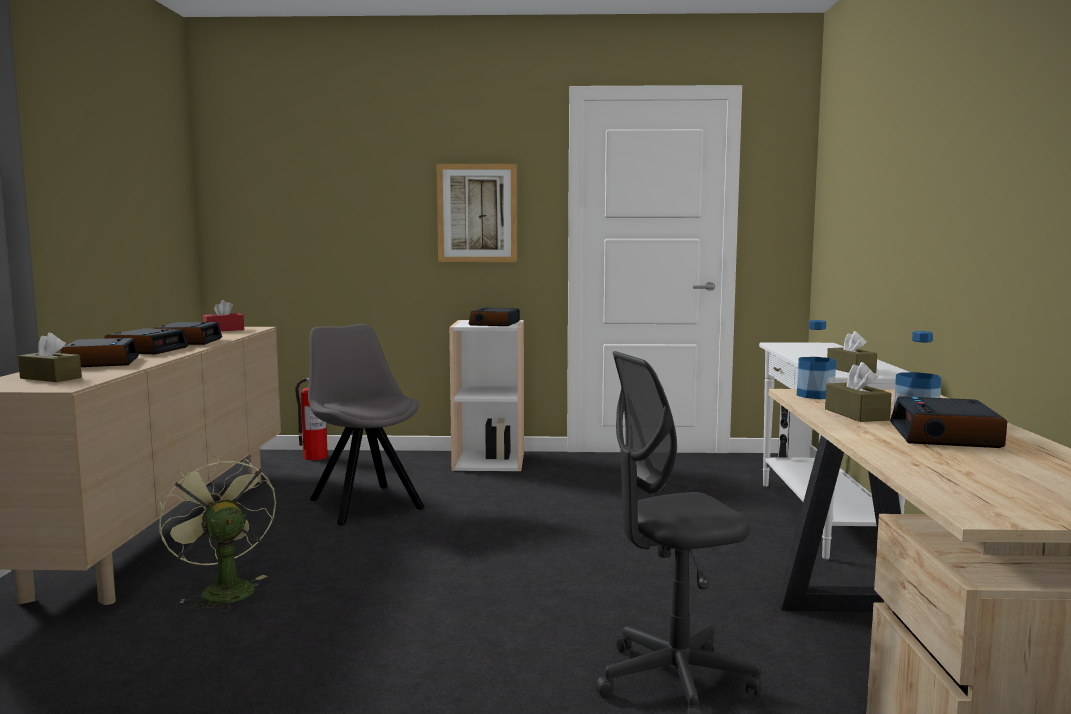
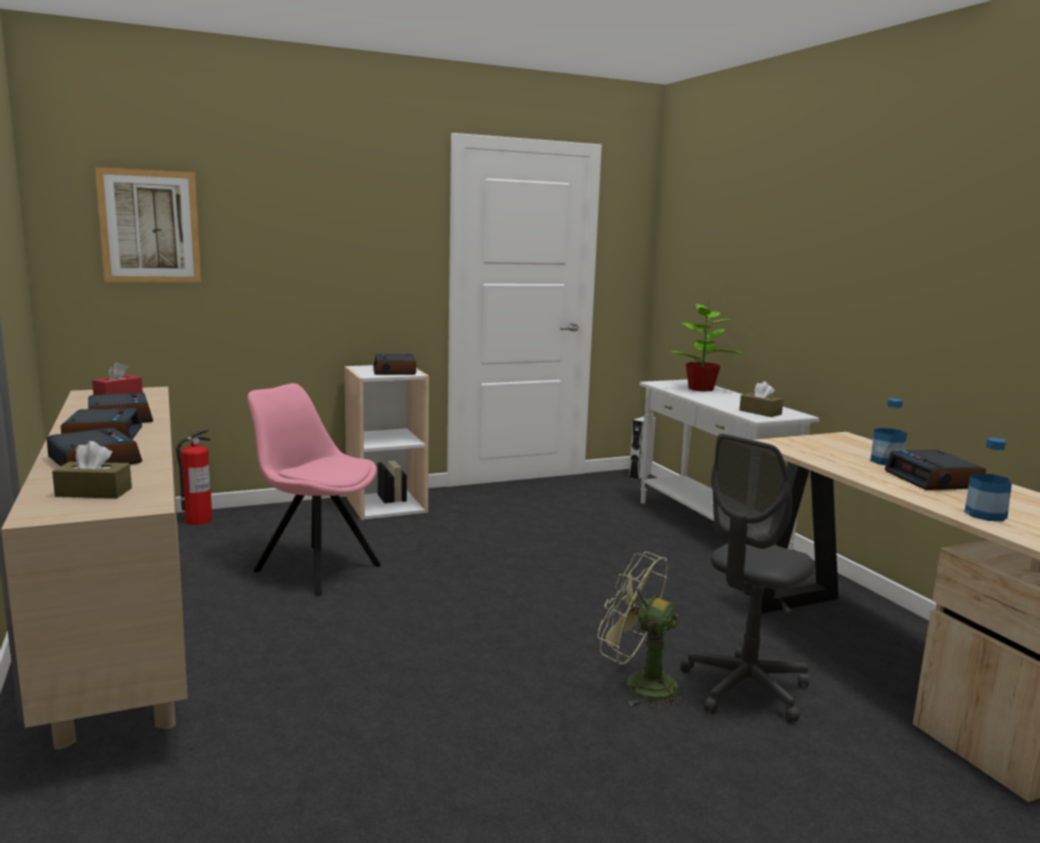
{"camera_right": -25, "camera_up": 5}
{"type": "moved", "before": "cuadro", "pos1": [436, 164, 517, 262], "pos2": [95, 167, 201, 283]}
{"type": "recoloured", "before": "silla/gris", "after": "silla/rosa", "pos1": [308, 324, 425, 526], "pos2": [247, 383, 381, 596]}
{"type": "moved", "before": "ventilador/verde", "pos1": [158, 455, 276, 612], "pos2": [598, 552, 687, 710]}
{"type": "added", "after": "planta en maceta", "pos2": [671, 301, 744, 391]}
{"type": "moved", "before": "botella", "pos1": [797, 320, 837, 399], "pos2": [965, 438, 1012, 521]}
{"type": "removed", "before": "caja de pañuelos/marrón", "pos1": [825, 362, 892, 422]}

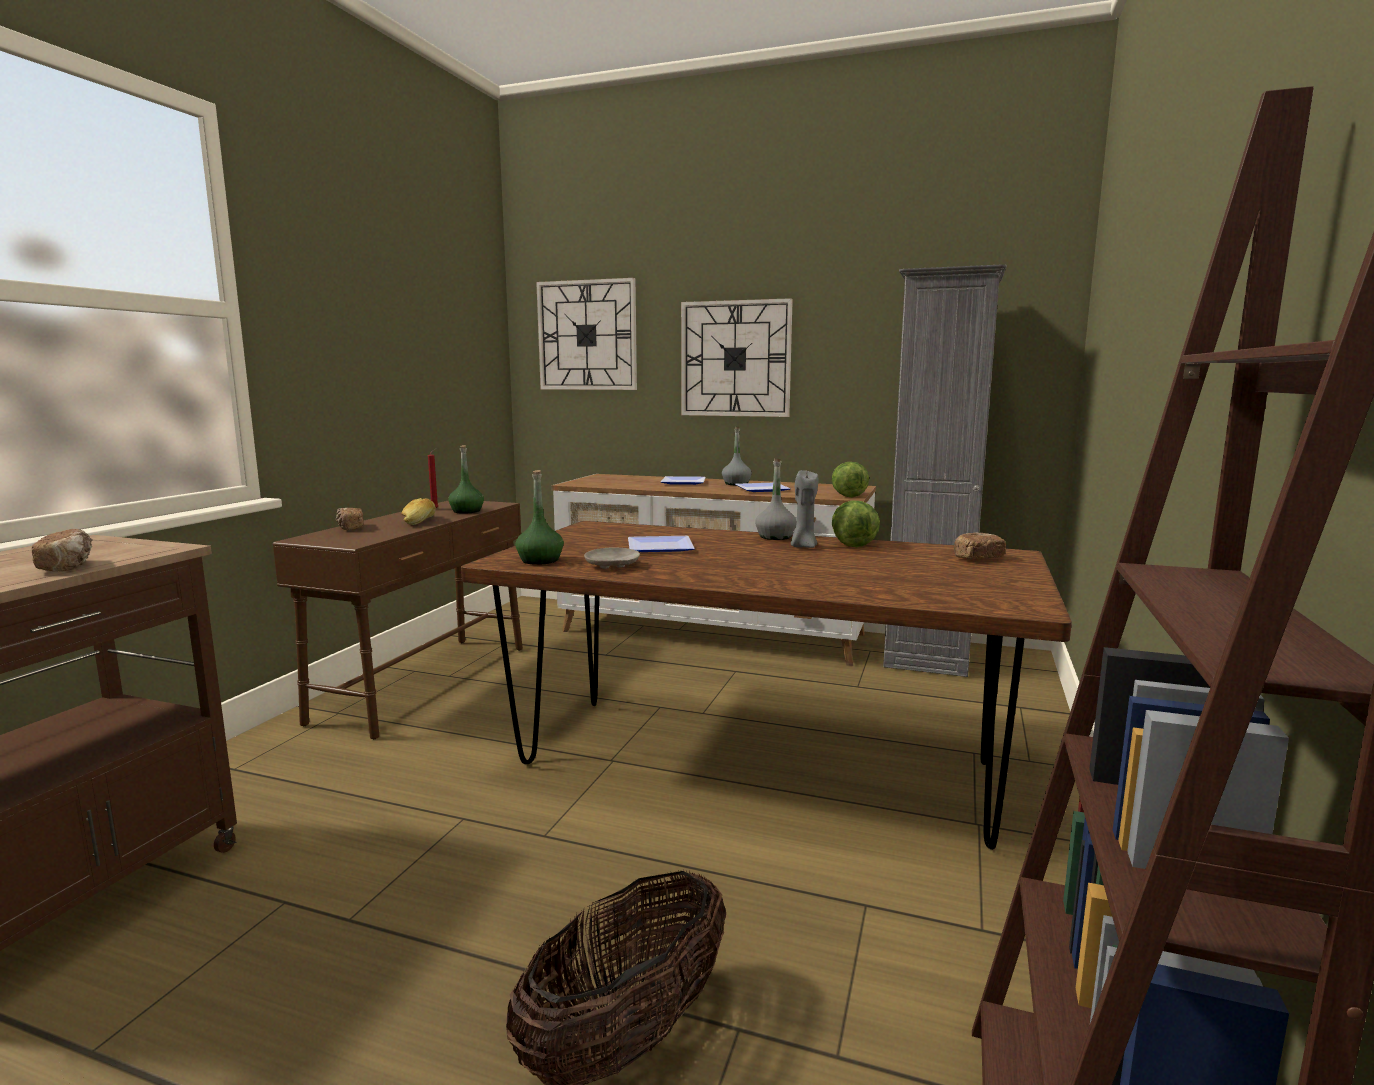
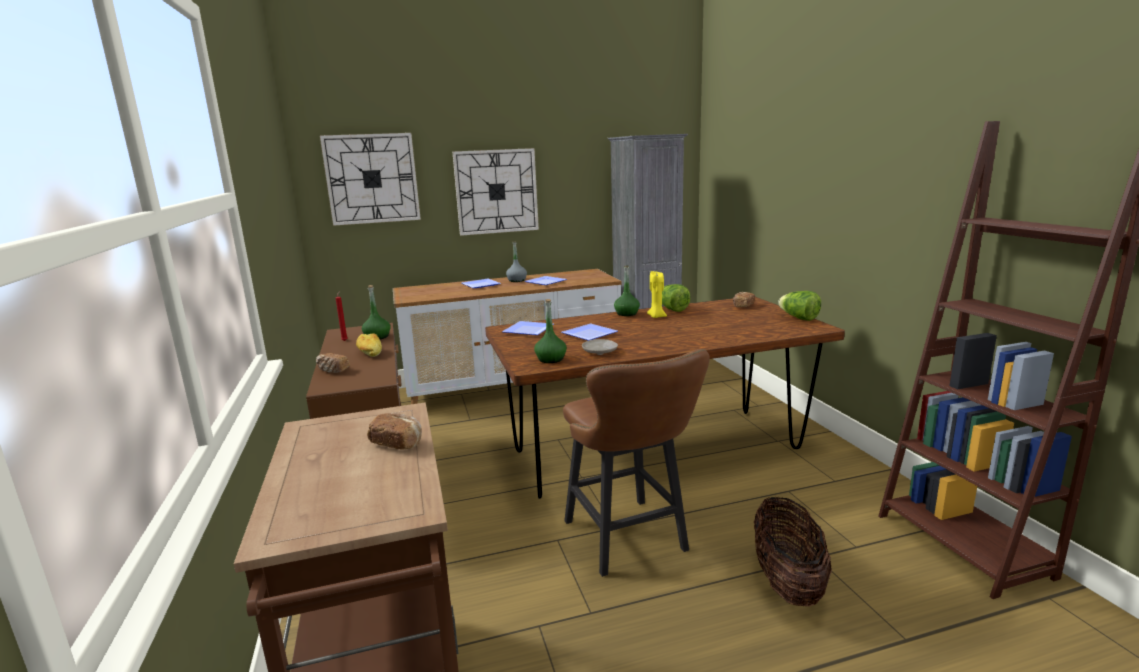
{"camera_right": -35, "camera_up": 5}
{"type": "added", "after": "plato", "pos2": [502, 321, 554, 335]}
{"type": "added", "after": "taburete/marrón", "pos2": [563, 349, 710, 577]}
{"type": "recoloured", "before": "botella/gris", "after": "botella/verde", "pos1": [755, 458, 797, 540], "pos2": [614, 266, 640, 316]}
{"type": "recoloured", "before": "vela/gris", "after": "vela/amarillo", "pos1": [791, 470, 818, 548], "pos2": [647, 271, 667, 318]}
{"type": "moved", "before": "lechuga", "pos1": [832, 462, 869, 497], "pos2": [778, 291, 821, 321]}

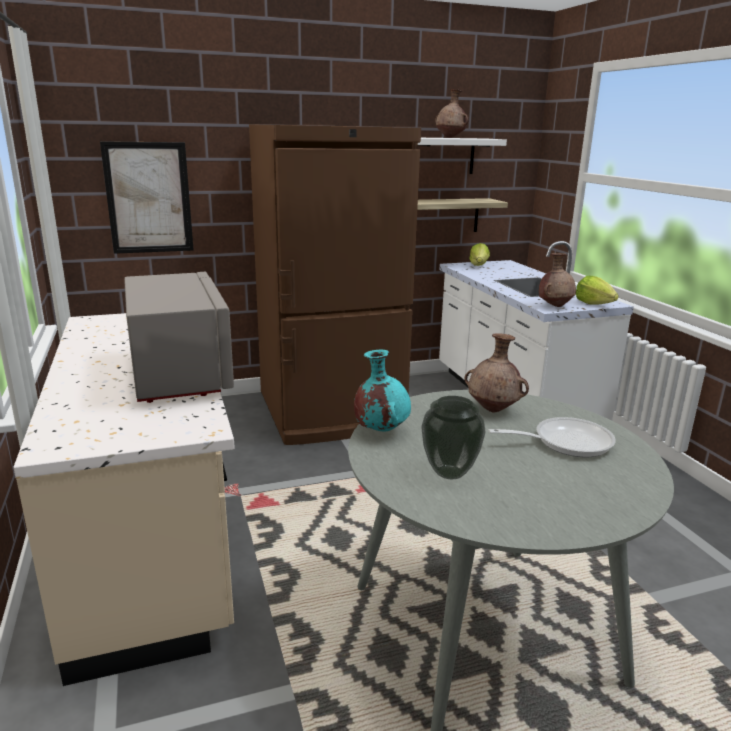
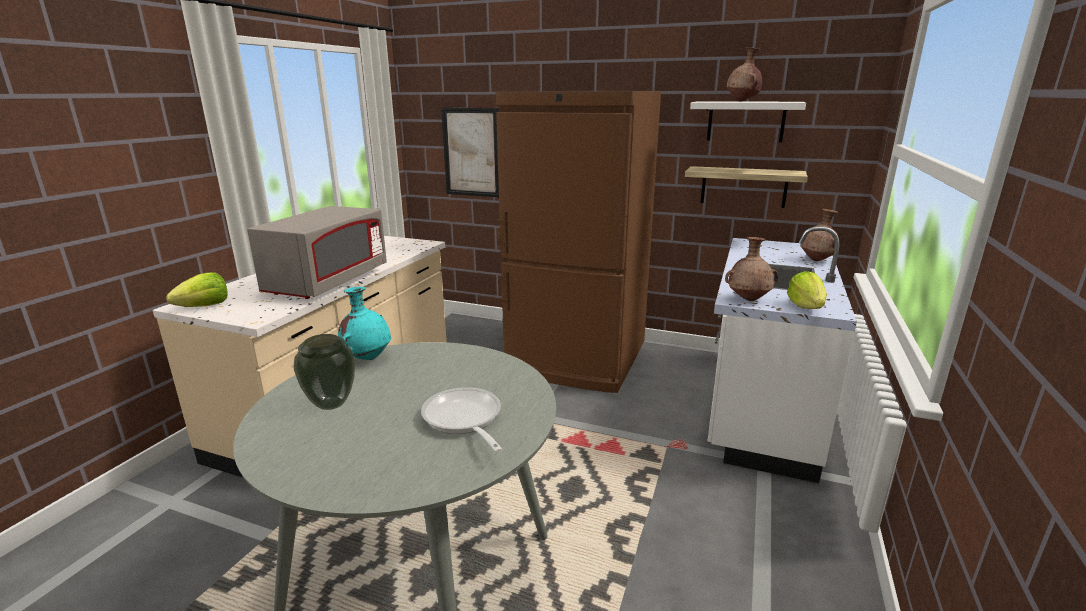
{"camera_right": 40, "camera_up": 0}
{"type": "moved", "before": "lechuga", "pos1": [469, 243, 490, 266], "pos2": [166, 272, 228, 307]}
{"type": "turned", "before": "sartén", "pos1": [488, 417, 616, 457], "pos2": [421, 387, 502, 452], "turn": -150}
{"type": "moved", "before": "florero/marrón", "pos1": [464, 334, 529, 412], "pos2": [801, 209, 840, 261]}

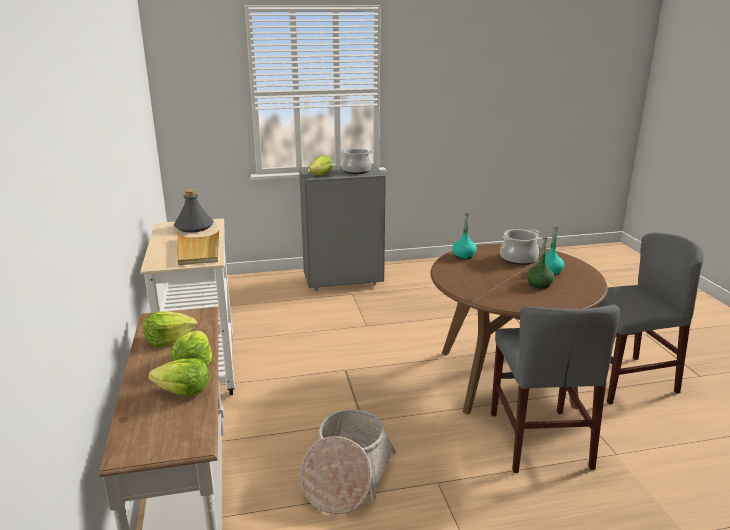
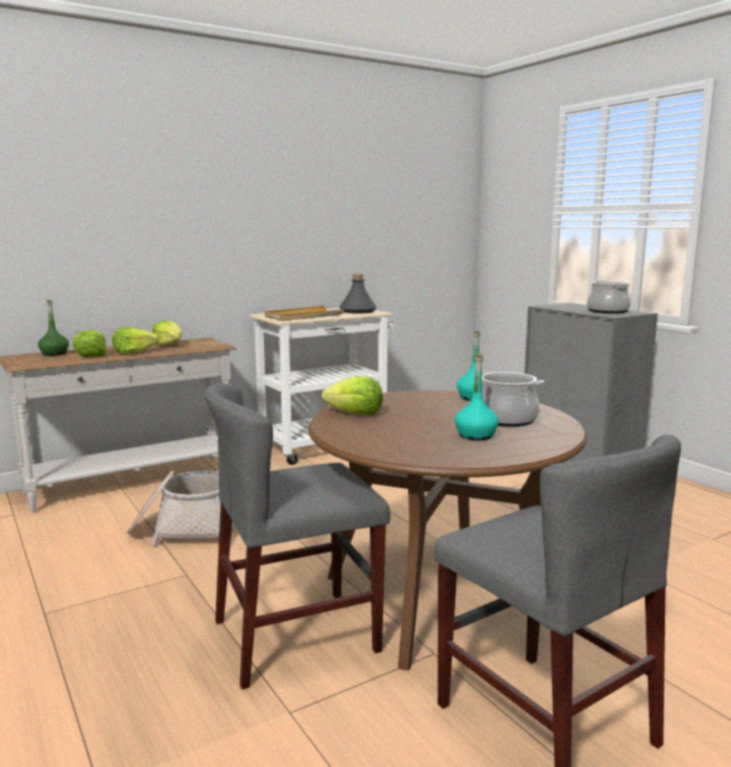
{"camera_right": 70, "camera_up": -10}
{"type": "moved", "before": "botella/verde", "pos1": [527, 237, 554, 289], "pos2": [38, 300, 69, 356]}
{"type": "moved", "before": "lechuga", "pos1": [307, 155, 332, 175], "pos2": [322, 376, 383, 415]}

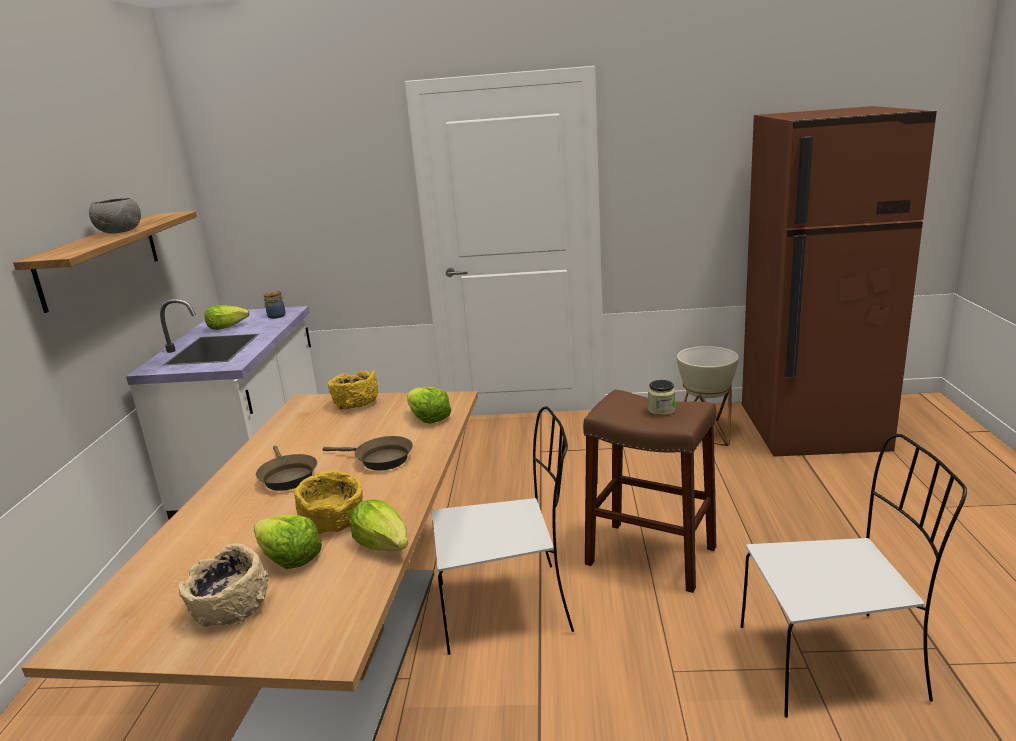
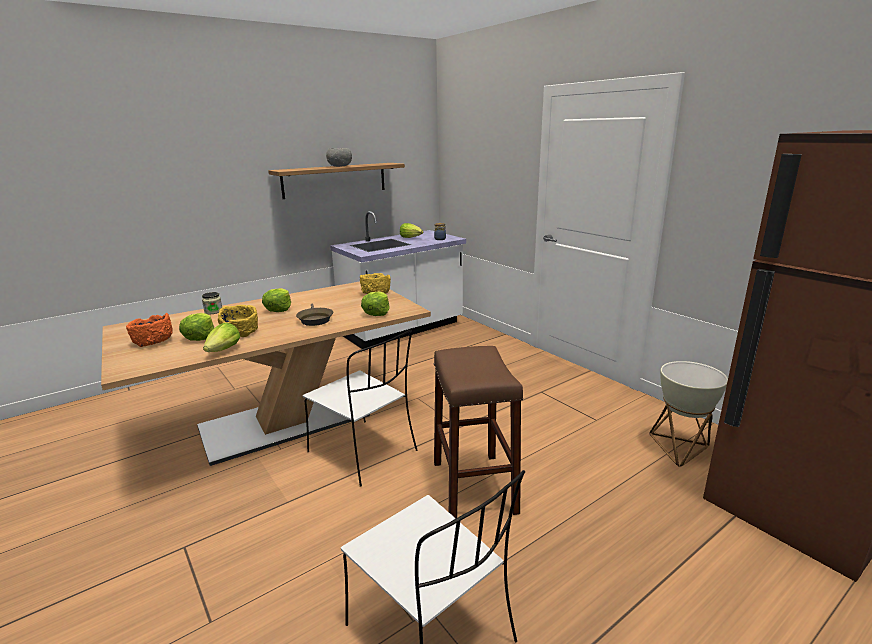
{"camera_right": 50, "camera_up": 0}
{"type": "recoloured", "before": "cuenco/beis", "after": "cuenco/naranja", "pos1": [178, 543, 270, 627], "pos2": [126, 313, 172, 347]}
{"type": "moved", "before": "tarro", "pos1": [648, 380, 675, 415], "pos2": [202, 292, 222, 314]}
{"type": "replaced", "before": "sartén/marrón", "after": "lechuga", "pos1": [256, 446, 317, 491], "pos2": [262, 288, 291, 312]}

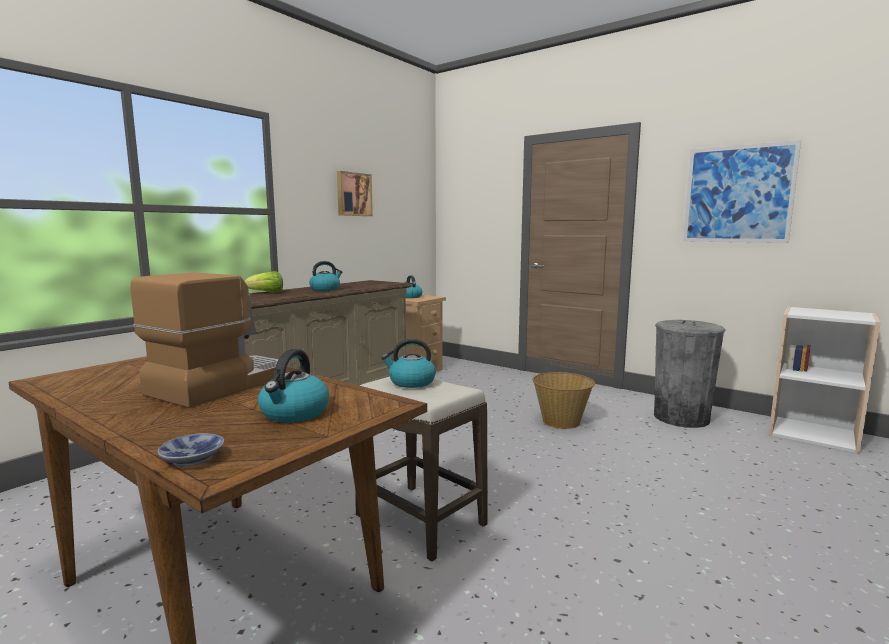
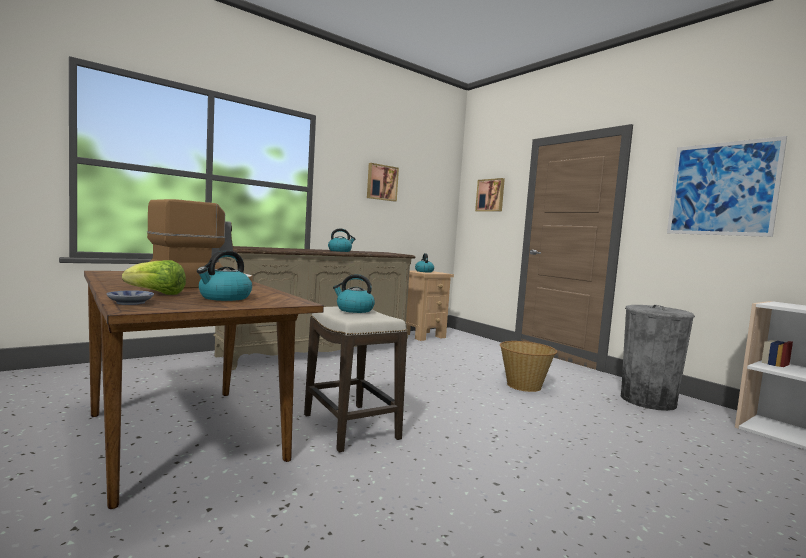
{"camera_right": 15, "camera_up": -5}
{"type": "moved", "before": "lechuga", "pos1": [245, 271, 283, 293], "pos2": [122, 260, 186, 295]}
{"type": "added", "after": "cuadro", "pos2": [475, 178, 505, 212]}

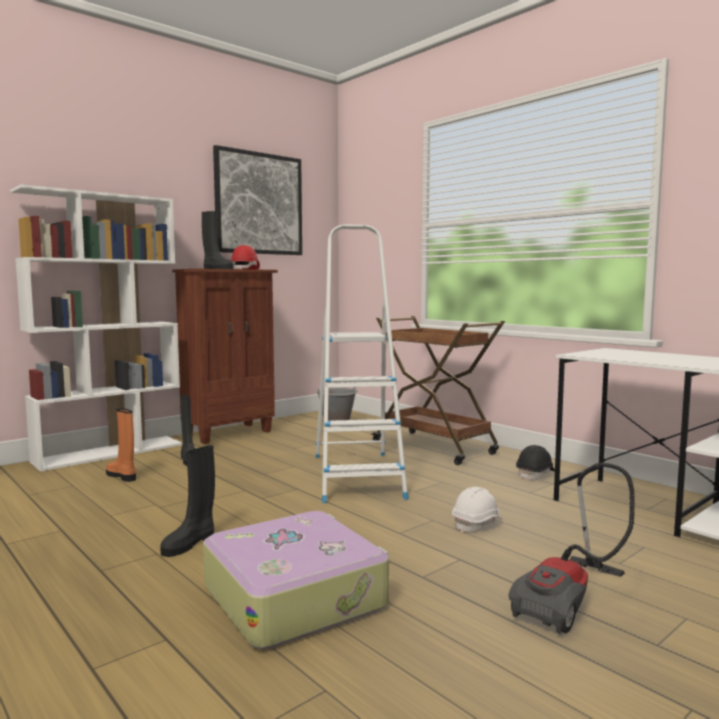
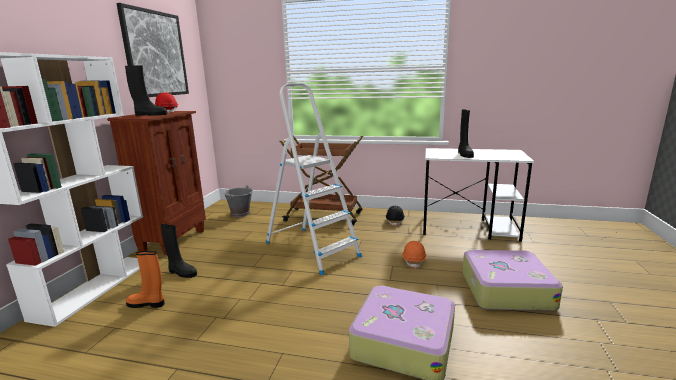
{"camera_right": -35, "camera_up": 10}
{"type": "recoloured", "before": "casco/blanco", "after": "casco/naranja", "pos1": [452, 487, 502, 533], "pos2": [402, 241, 427, 269]}
{"type": "moved", "before": "bota/negro", "pos1": [160, 445, 215, 557], "pos2": [458, 109, 474, 158]}
{"type": "replaced", "before": "aspiradora", "after": "maleta", "pos1": [508, 462, 635, 634], "pos2": [463, 250, 563, 311]}

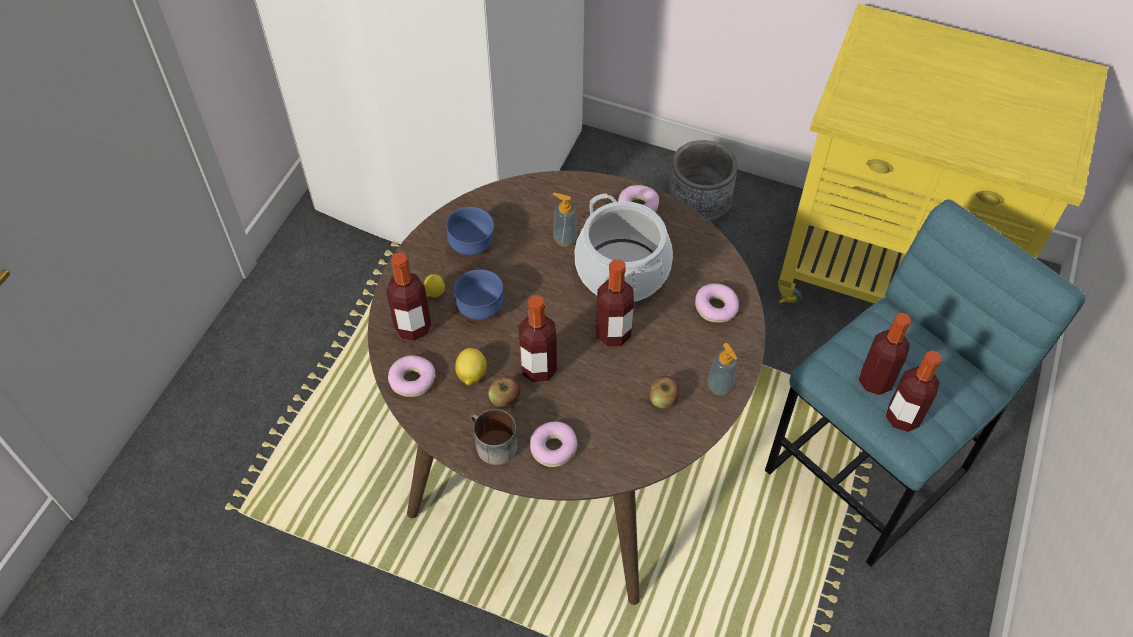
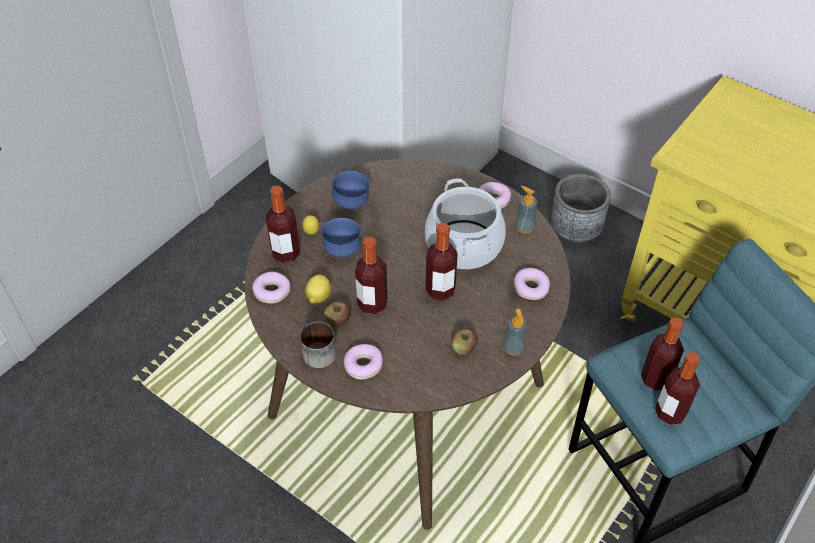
{"camera_right": 15, "camera_up": -5}
{"type": "moved", "before": "dispensador de jabón", "pos1": [552, 193, 578, 247], "pos2": [515, 186, 537, 234]}

